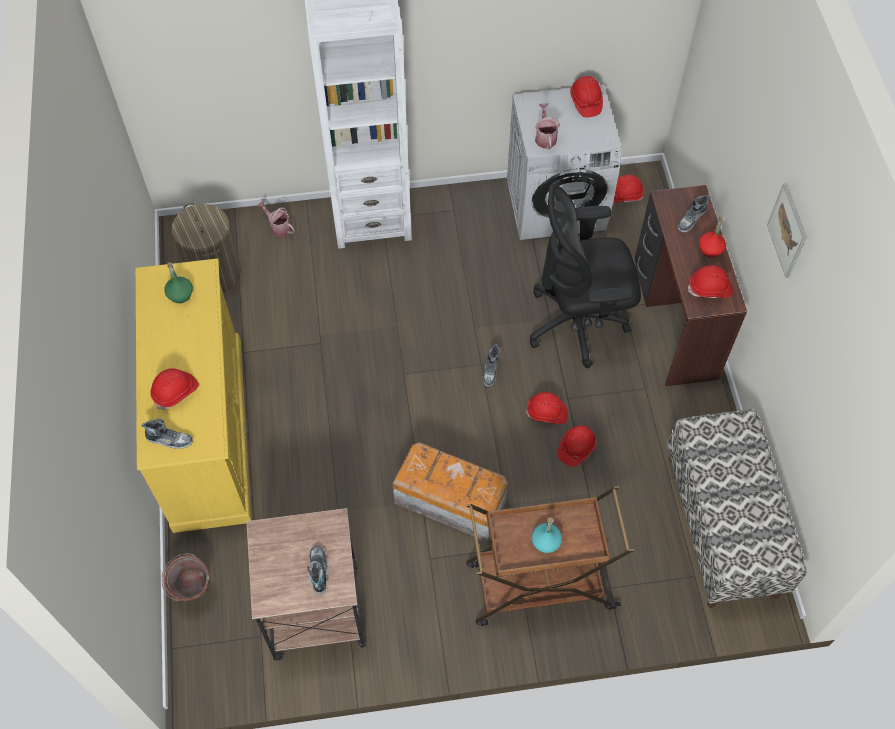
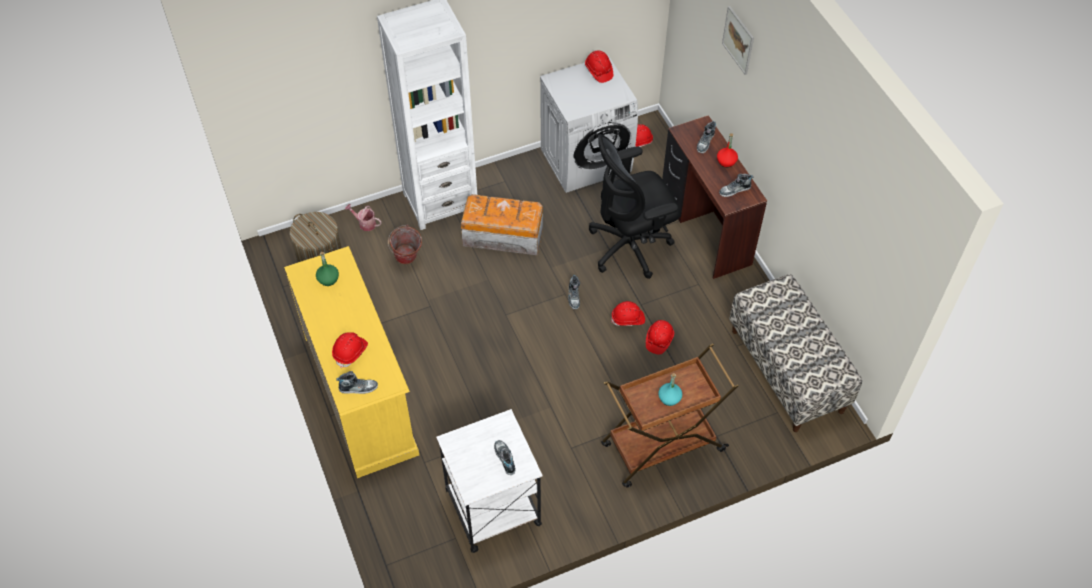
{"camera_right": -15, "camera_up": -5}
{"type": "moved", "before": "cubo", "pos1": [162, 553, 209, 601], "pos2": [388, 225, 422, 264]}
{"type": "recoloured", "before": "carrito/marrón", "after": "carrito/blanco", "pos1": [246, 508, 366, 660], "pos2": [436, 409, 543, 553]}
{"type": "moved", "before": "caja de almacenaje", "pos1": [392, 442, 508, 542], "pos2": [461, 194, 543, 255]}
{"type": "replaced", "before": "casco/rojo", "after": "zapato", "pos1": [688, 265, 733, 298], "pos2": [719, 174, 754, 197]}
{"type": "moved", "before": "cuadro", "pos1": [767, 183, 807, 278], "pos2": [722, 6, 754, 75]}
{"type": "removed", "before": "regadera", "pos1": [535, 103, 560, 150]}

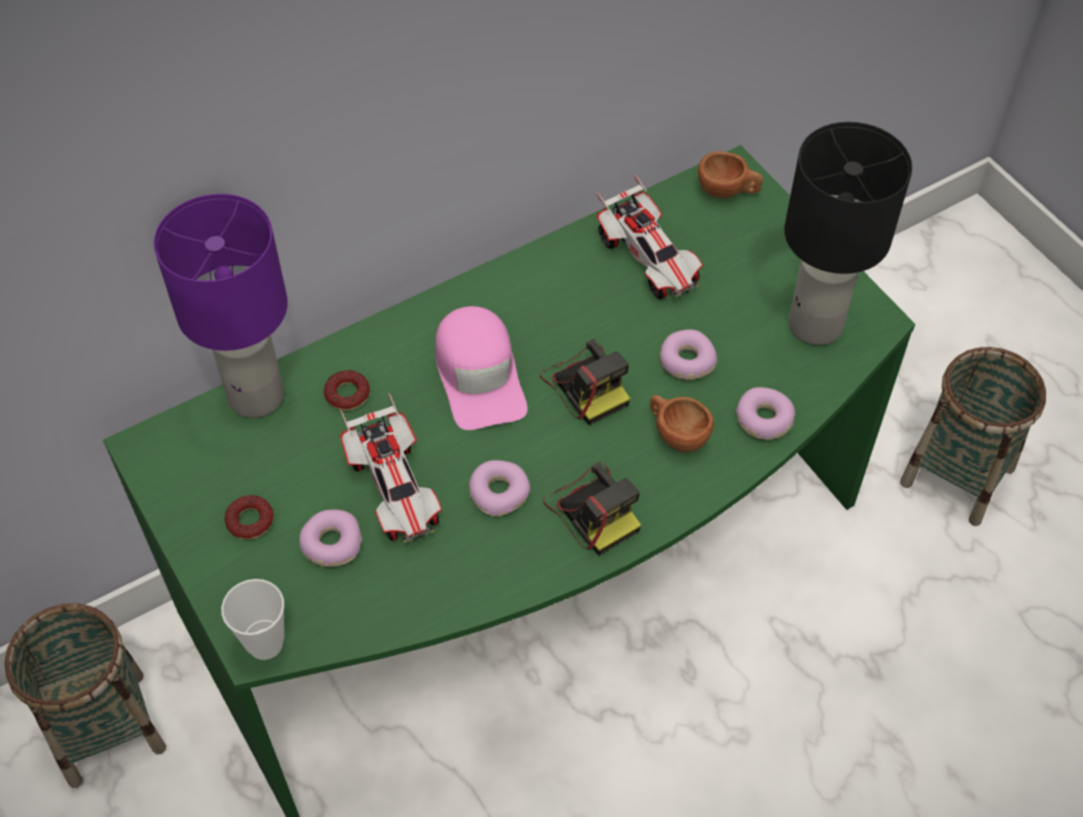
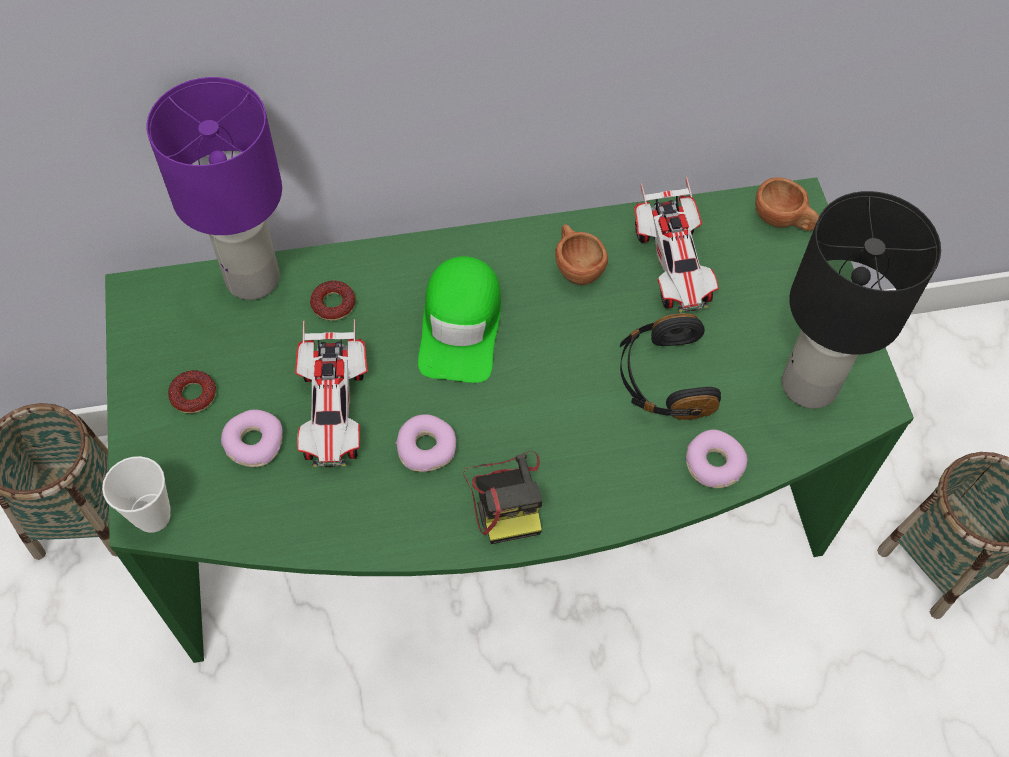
{"camera_right": 20, "camera_up": 5}
{"type": "recoloured", "before": "gorra/rosa", "after": "gorra/verde", "pos1": [435, 306, 527, 430], "pos2": [418, 256, 501, 383]}
{"type": "moved", "before": "taza/marrón", "pos1": [650, 395, 714, 452], "pos2": [555, 224, 608, 285]}
{"type": "replaced", "before": "rosquilla", "after": "auriculares/negro", "pos1": [660, 329, 717, 380], "pos2": [620, 313, 721, 420]}
{"type": "removed", "before": "cámara", "pos1": [540, 339, 630, 425]}

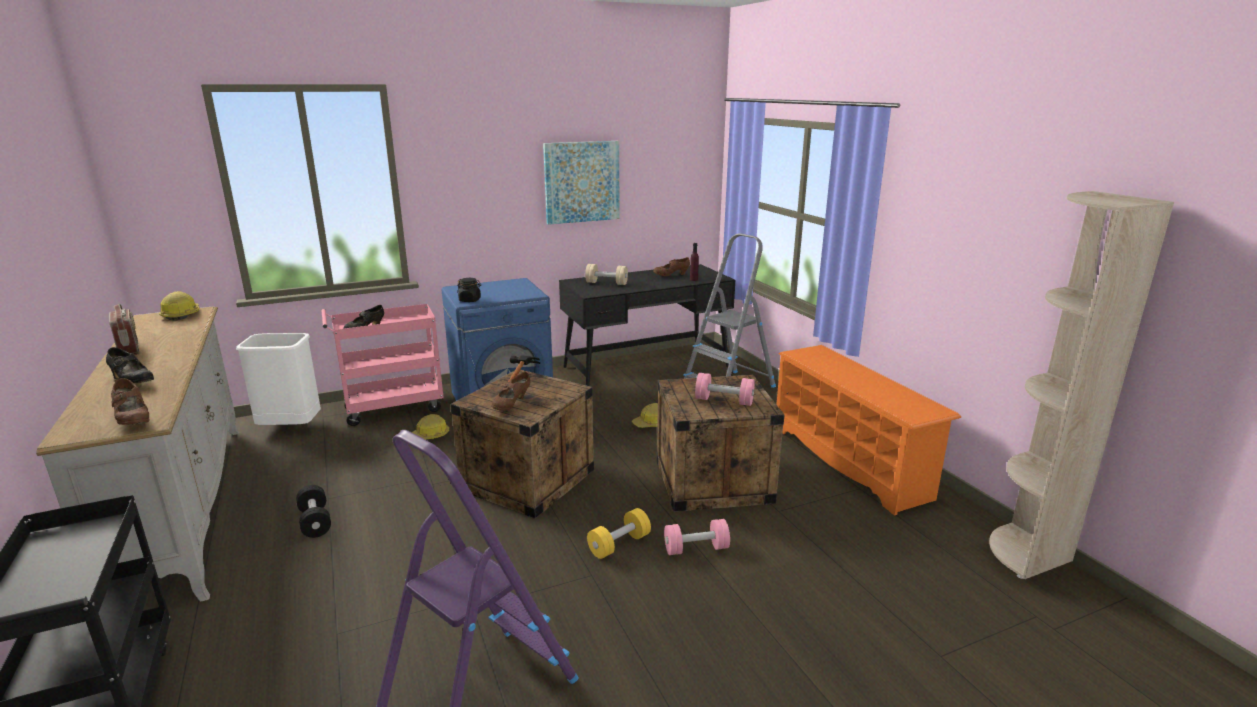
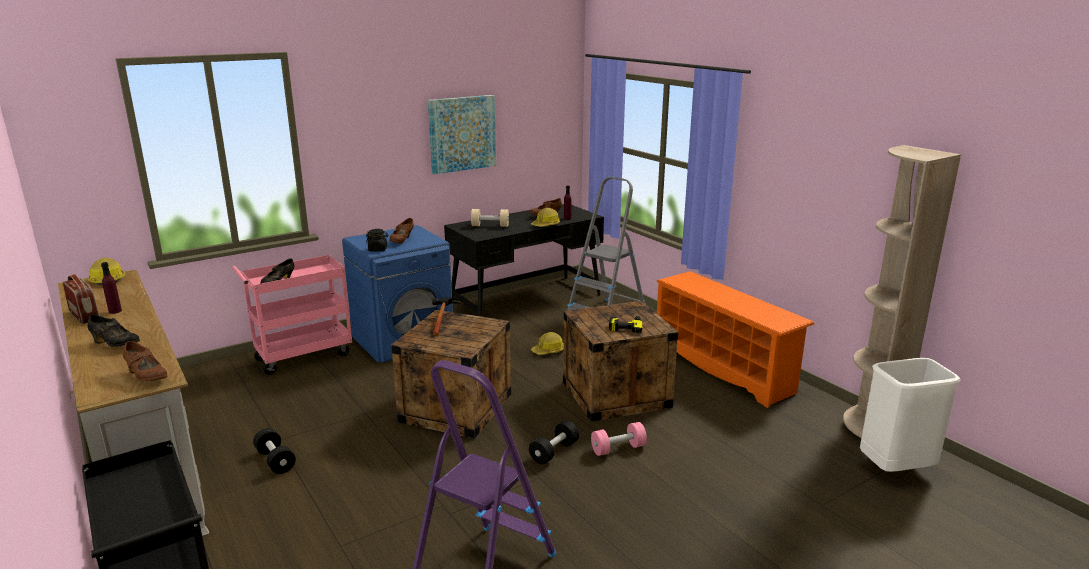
{"camera_right": -10, "camera_up": 0}
{"type": "added", "after": "botella/morado", "pos2": [101, 262, 122, 314]}
{"type": "moved", "before": "zapato/marrón", "pos1": [491, 372, 530, 411], "pos2": [389, 218, 414, 243]}
{"type": "recoloured", "before": "mancuerna/amarillo", "after": "mancuerna/negro", "pos1": [587, 508, 651, 559], "pos2": [529, 420, 579, 465]}
{"type": "moved", "before": "casco", "pos1": [412, 414, 449, 440], "pos2": [531, 208, 560, 227]}
{"type": "replaced", "before": "mancuerna/rosa", "after": "taladro", "pos1": [695, 373, 755, 406], "pos2": [609, 313, 642, 333]}
{"type": "moved", "before": "papelera/blanco", "pos1": [236, 333, 321, 425], "pos2": [860, 358, 960, 472]}

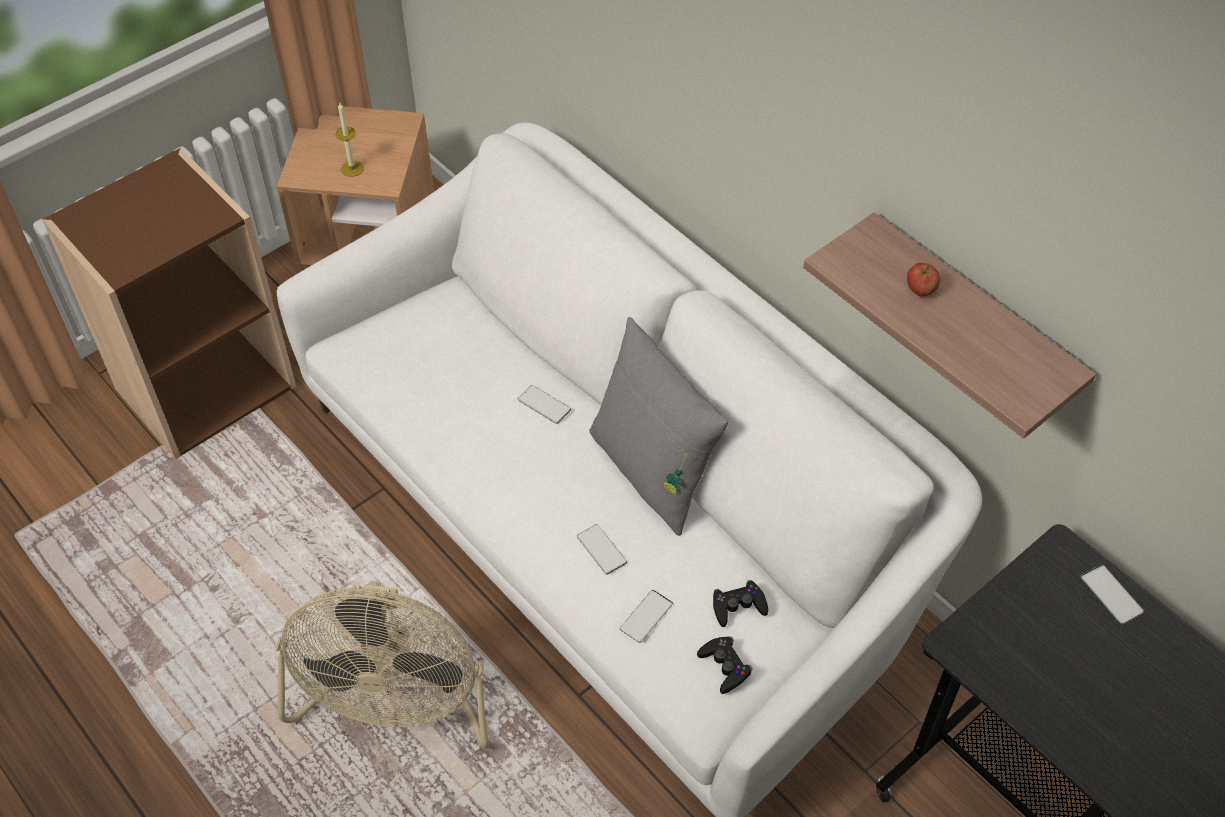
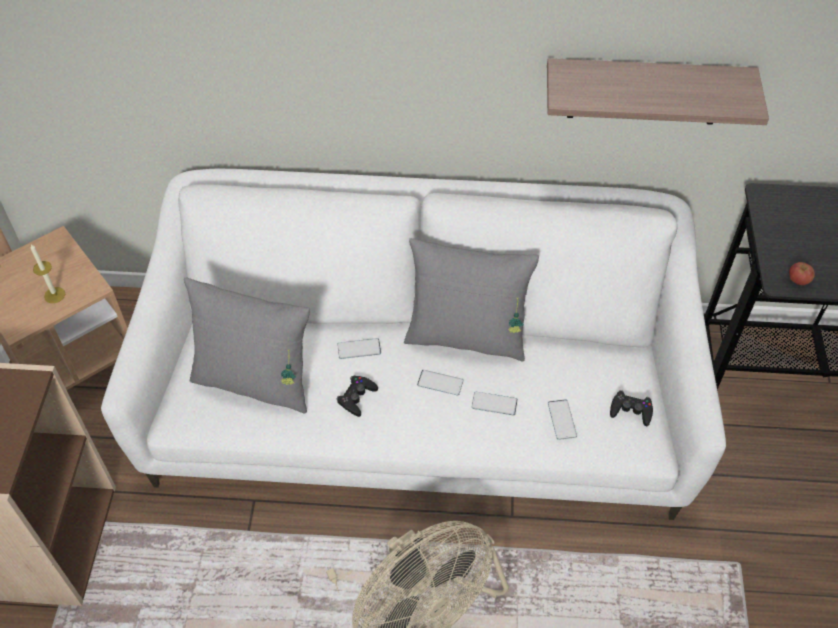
{"camera_right": -45, "camera_up": 0}
{"type": "added", "after": "cojín/gris", "pos2": [184, 278, 310, 413]}
{"type": "moved", "before": "mando de consola/negro", "pos1": [713, 580, 768, 627], "pos2": [337, 376, 378, 417]}
{"type": "moved", "before": "móvil", "pos1": [1081, 564, 1144, 624], "pos2": [417, 370, 464, 395]}
{"type": "moved", "before": "manzana", "pos1": [907, 263, 940, 297], "pos2": [789, 262, 815, 285]}

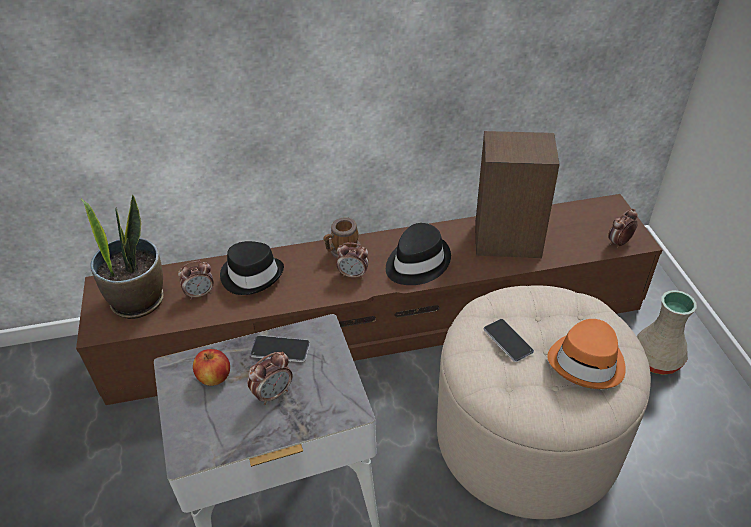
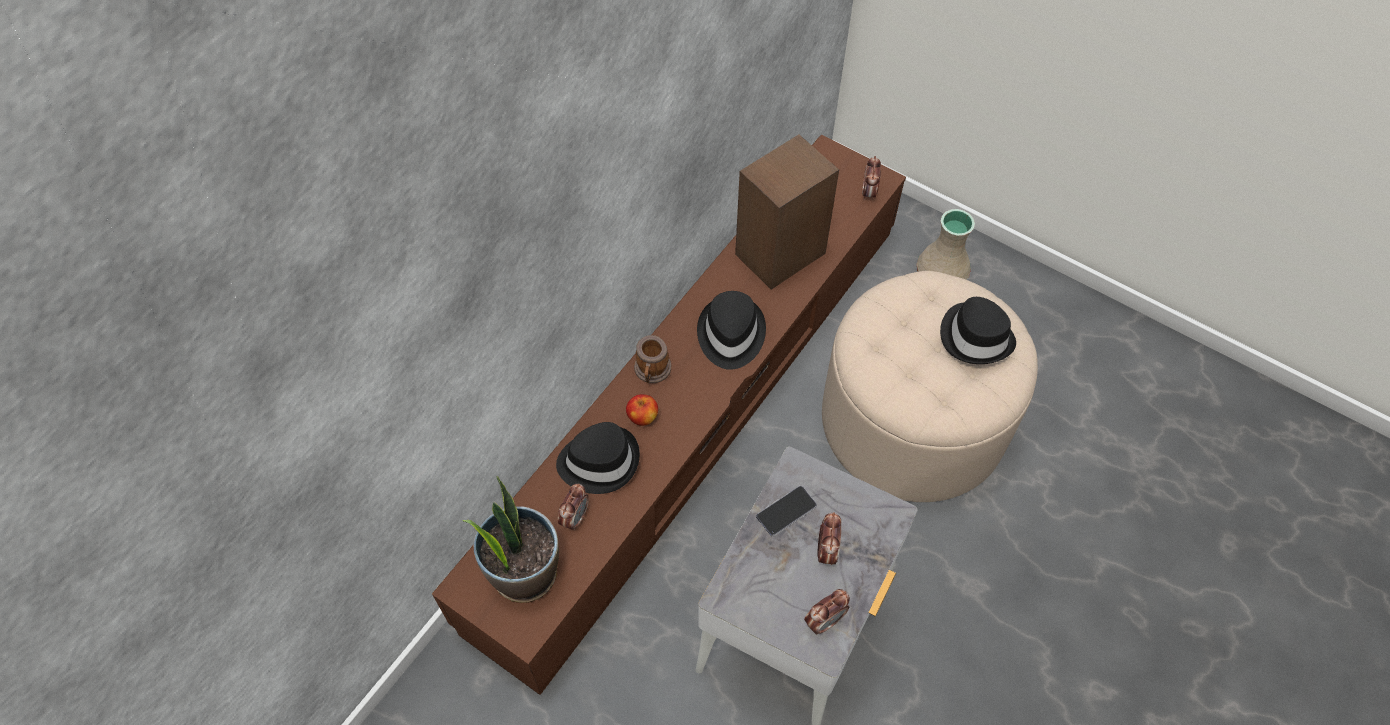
{"camera_right": -45, "camera_up": 15}
{"type": "moved", "before": "manzana", "pos1": [193, 349, 230, 386], "pos2": [626, 394, 658, 426]}
{"type": "moved", "before": "despertador", "pos1": [337, 242, 369, 279], "pos2": [804, 589, 850, 635]}
{"type": "recoloured", "before": "sombrero/naranja", "after": "sombrero/negro", "pos1": [547, 319, 626, 389], "pos2": [940, 297, 1016, 364]}
{"type": "removed", "before": "móvil", "pos1": [484, 319, 534, 362]}

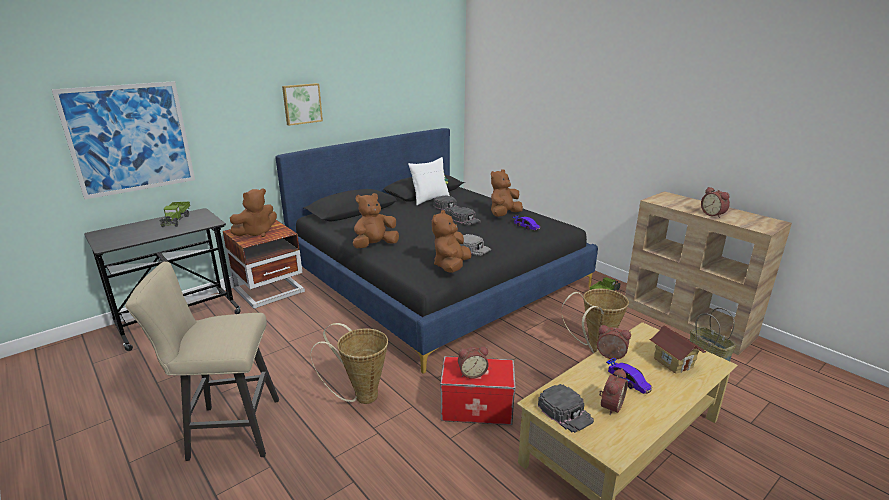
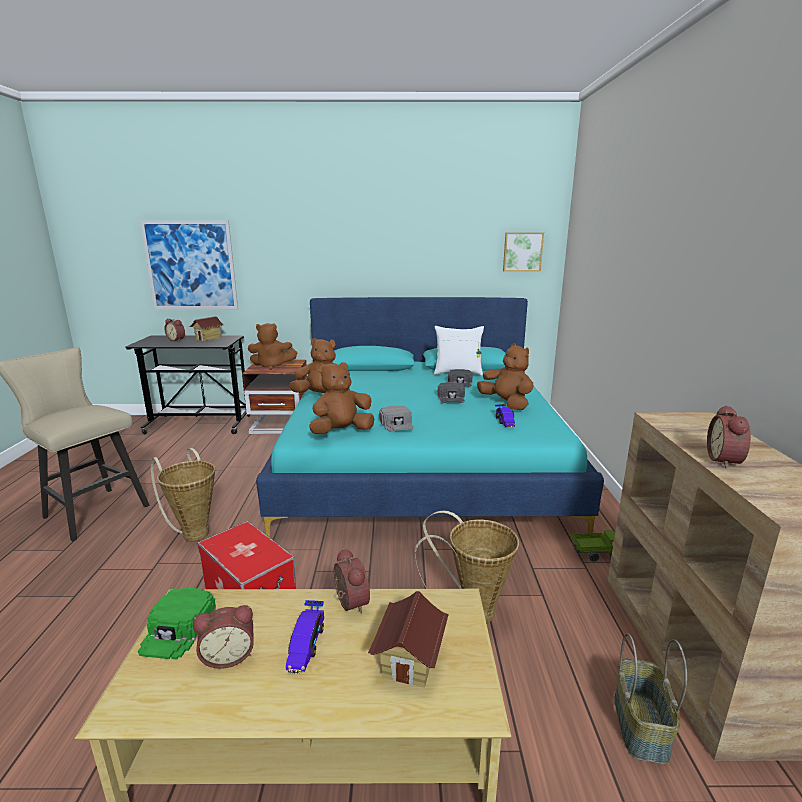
{"camera_right": 40, "camera_up": -5}
{"type": "recoloured", "before": "gorra/negro", "after": "gorra/verde", "pos1": [538, 384, 594, 433], "pos2": [138, 587, 216, 660]}
{"type": "moved", "before": "despertador", "pos1": [458, 346, 489, 379], "pos2": [164, 319, 185, 341]}
{"type": "replaced", "before": "camión de juguete", "after": "casita", "pos1": [159, 202, 190, 227], "pos2": [189, 316, 224, 341]}
{"type": "recoloured", "before": "cama/negro", "after": "cama/turquesa", "pos1": [275, 128, 598, 374], "pos2": [256, 297, 604, 537]}
{"type": "turned", "before": "peluche/marrón", "pos1": [491, 169, 523, 217], "pos2": [477, 343, 534, 410], "turn": 60}
{"type": "moved", "before": "cuadro", "pos1": [282, 83, 323, 126], "pos2": [503, 232, 544, 271]}

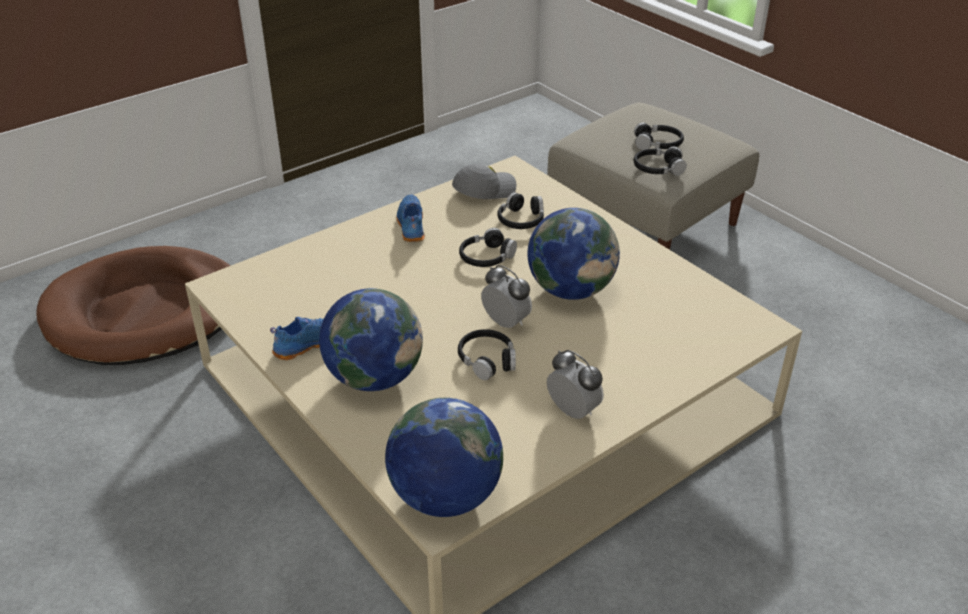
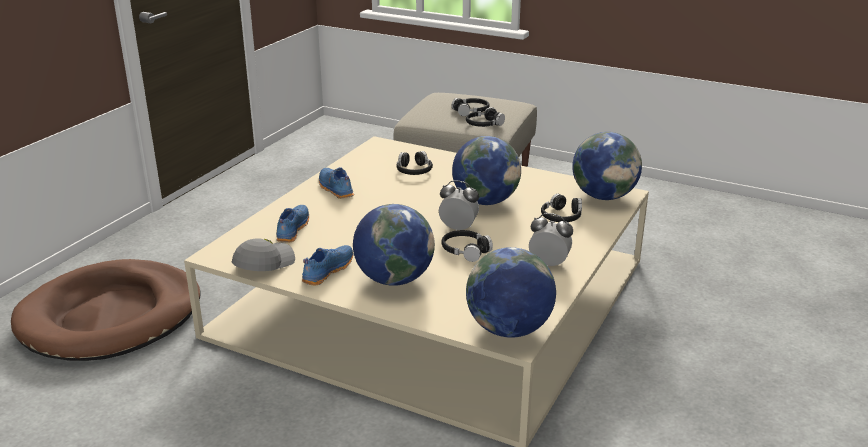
{"camera_right": -25, "camera_up": -10}
{"type": "moved", "before": "gorra/gris", "pos1": [452, 164, 516, 199], "pos2": [232, 238, 295, 271]}
{"type": "added", "after": "zapato/azul", "pos2": [276, 205, 309, 243]}
{"type": "moved", "before": "auriculares/negro", "pos1": [459, 228, 517, 267], "pos2": [541, 194, 582, 222]}
{"type": "added", "after": "globo terráqueo", "pos2": [572, 132, 642, 200]}

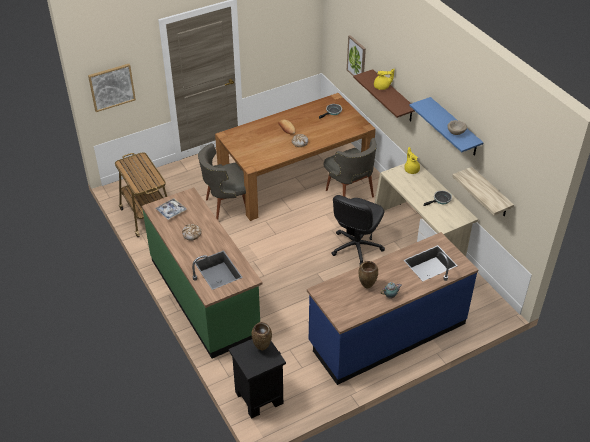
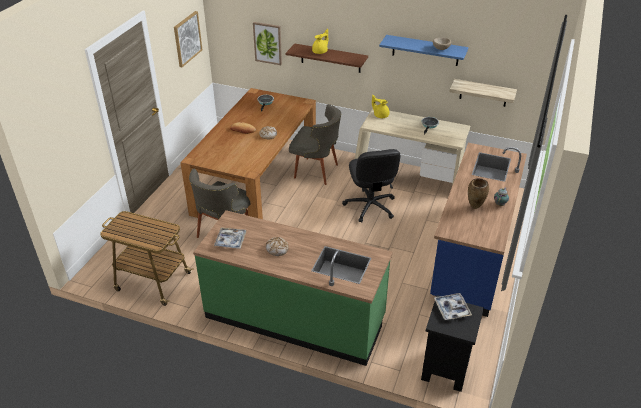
{"camera_right": -40, "camera_up": -5}
{"type": "moved", "before": "cuadro", "pos1": [88, 64, 136, 112], "pos2": [174, 11, 202, 67]}
{"type": "replaced", "before": "florero/marrón", "after": "bandeja", "pos1": [251, 322, 272, 350], "pos2": [434, 293, 472, 320]}

